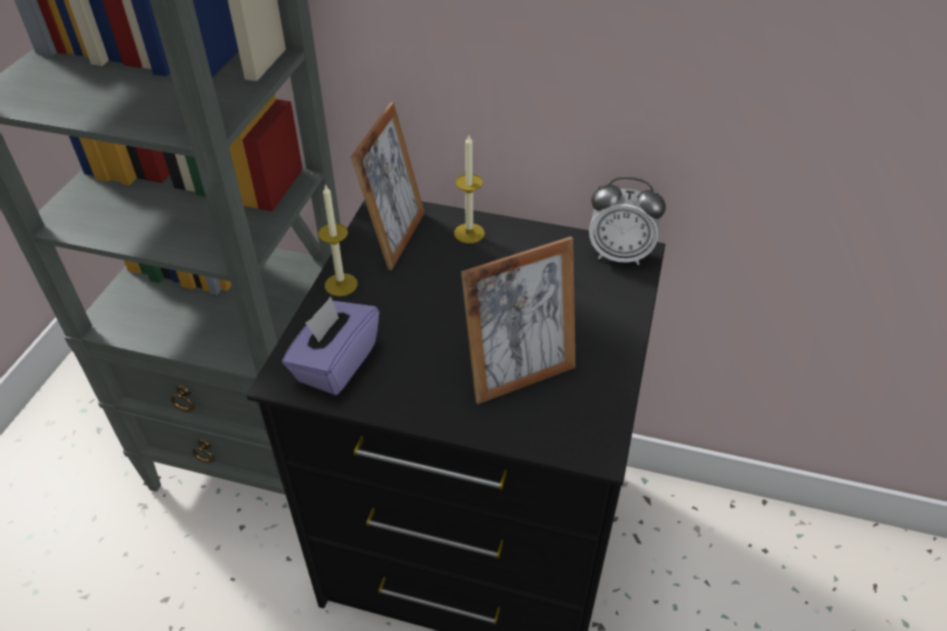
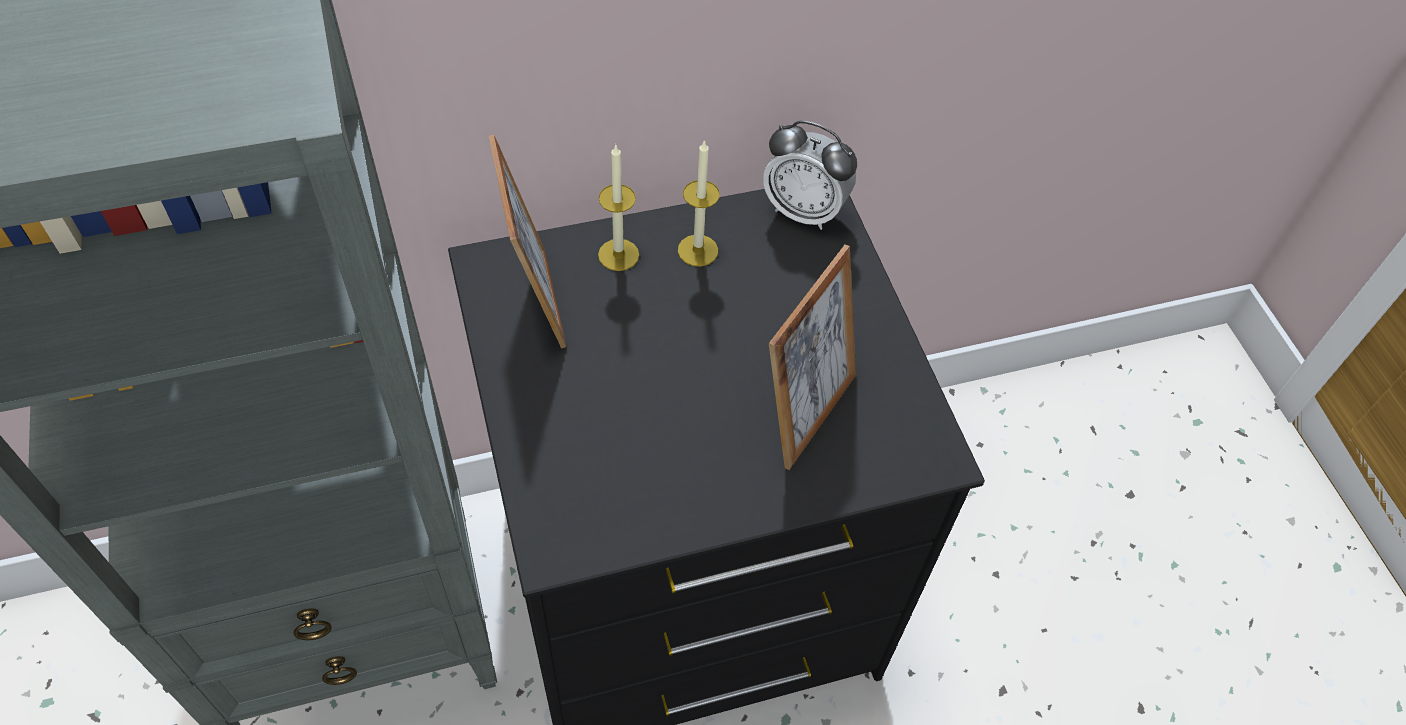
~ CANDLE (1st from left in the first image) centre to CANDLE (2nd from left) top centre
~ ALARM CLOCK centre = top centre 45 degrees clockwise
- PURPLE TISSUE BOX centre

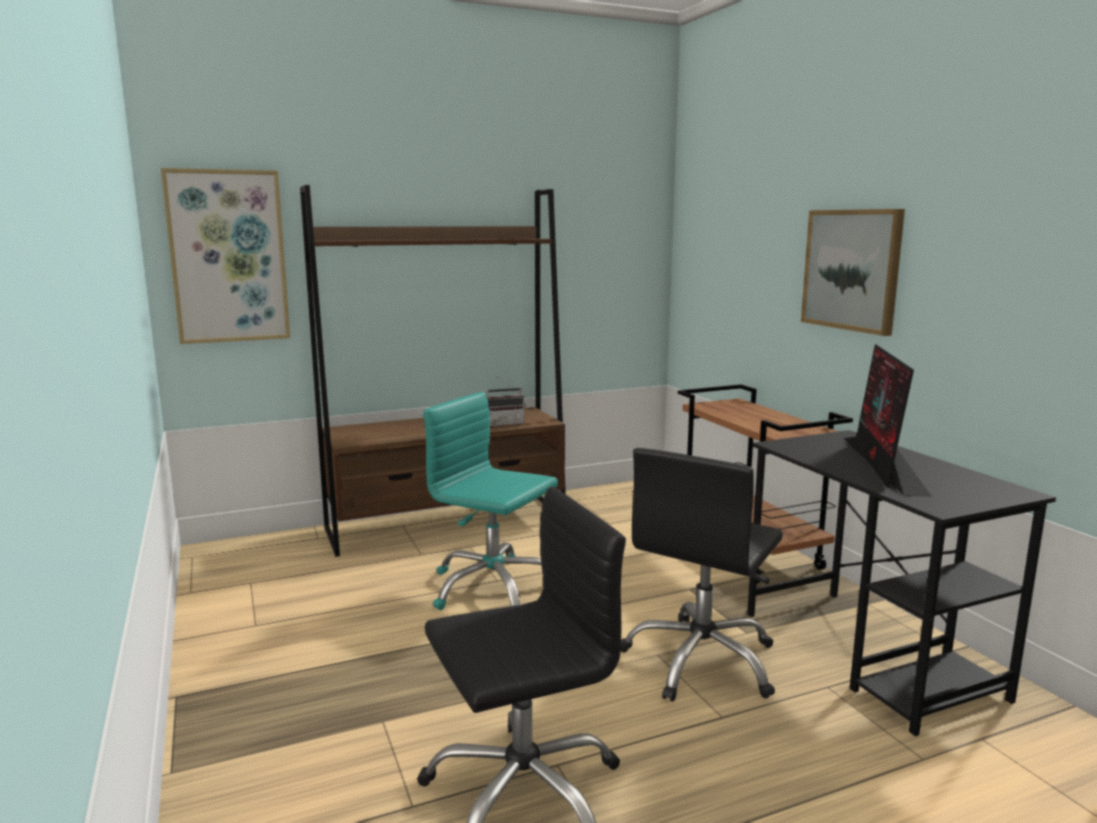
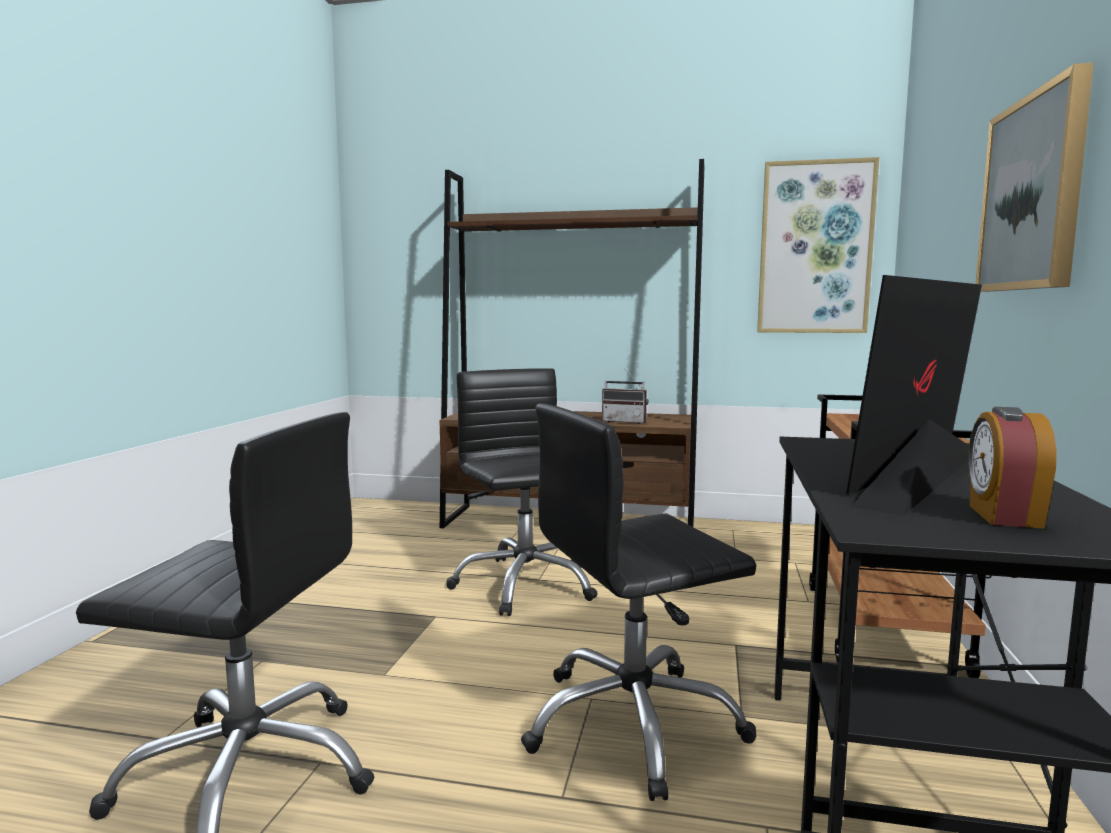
~ TURQUOISE OFFICE CHAIR centre to BLACK OFFICE CHAIR (2nd from left) centre
~ PICTURE (1st from left) top left to top right
+ ALARM CLOCK middle right

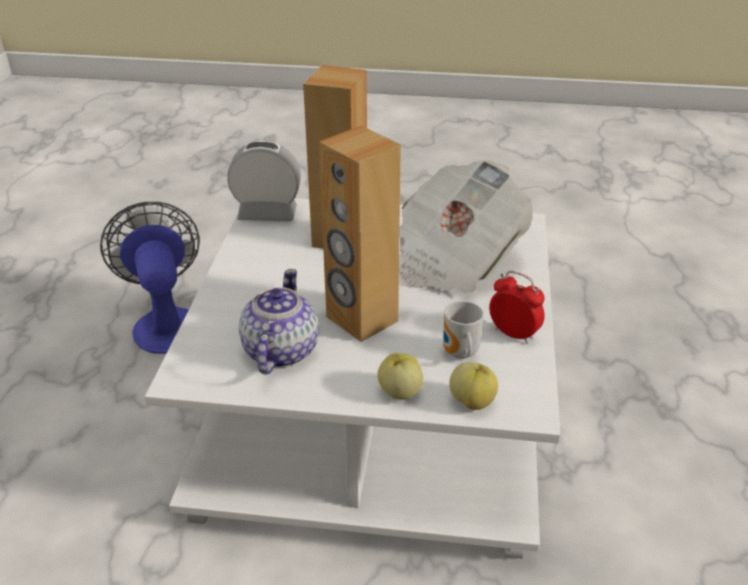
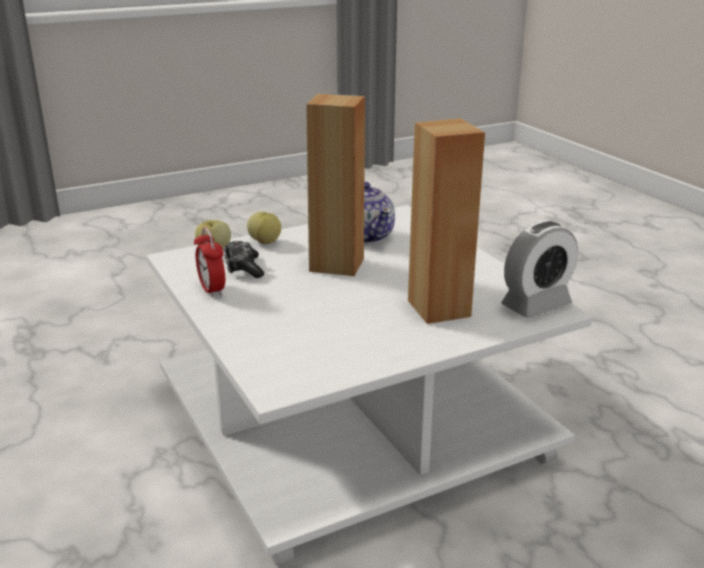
~ ALARM CLOCK (2nd from left in the first image) middle right = middle left 60 degrees clockwise
~ MUG centre to GAME CONTROLLER centre
- FAN middle left
- NEWSPAPER centre

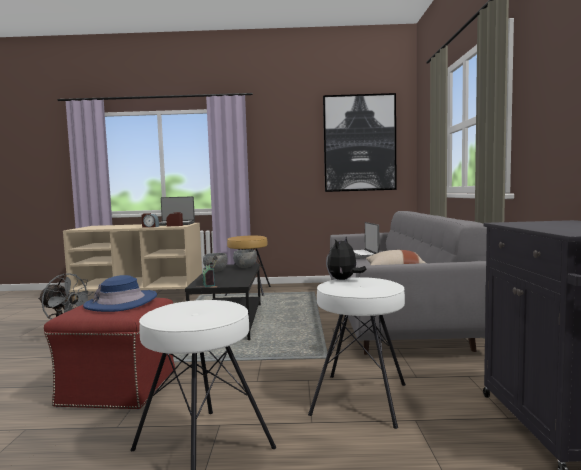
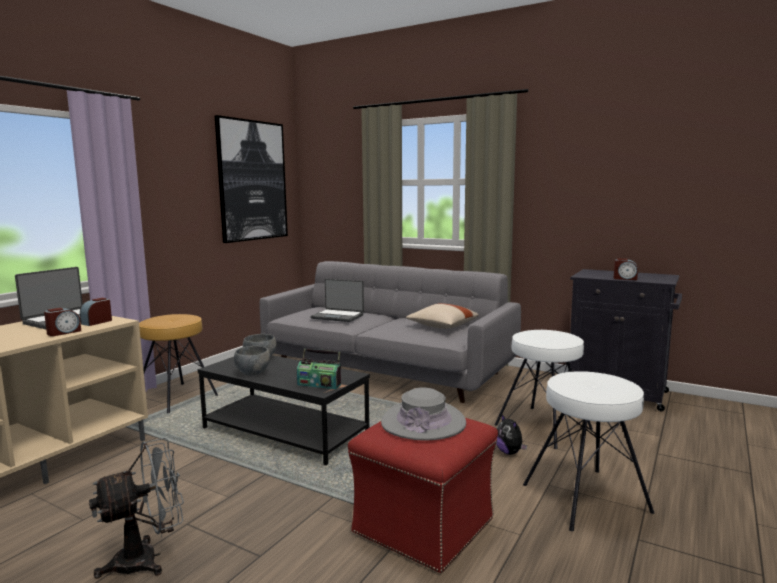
~ BLUE HAT middle left to GREY HAT bottom centre
~ PLUSH TOY centre to bottom centre
+ ALARM CLOCK (3rd from left) middle right

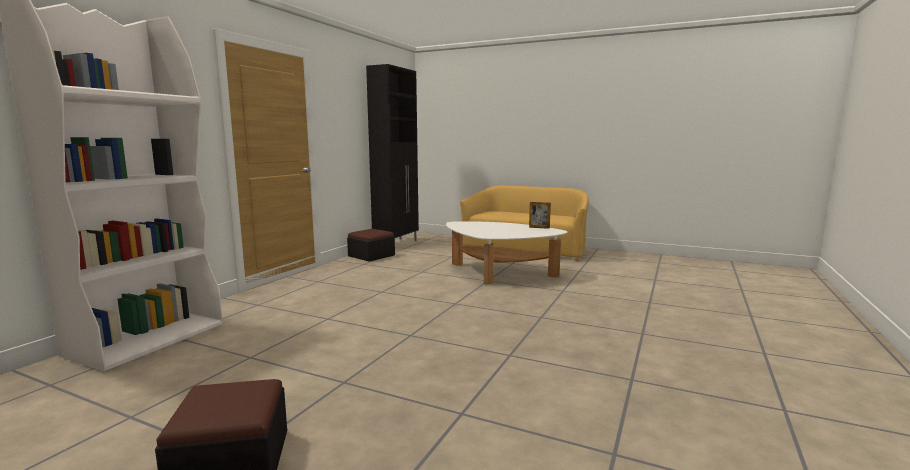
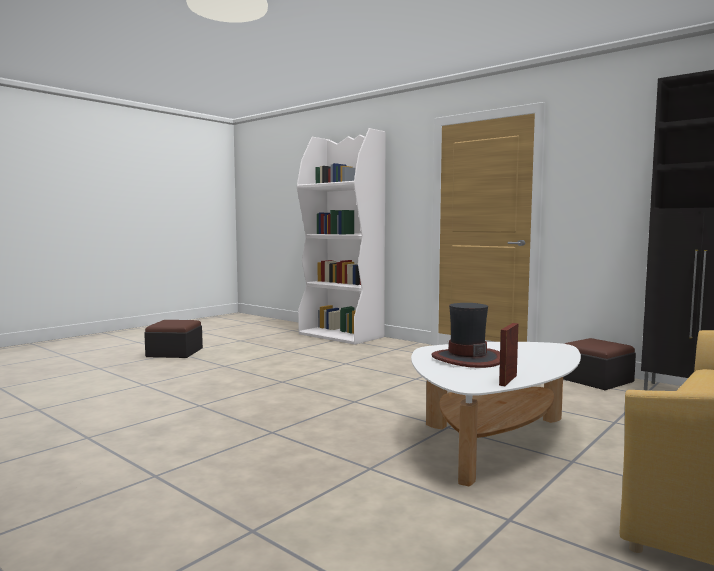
+ HAT centre

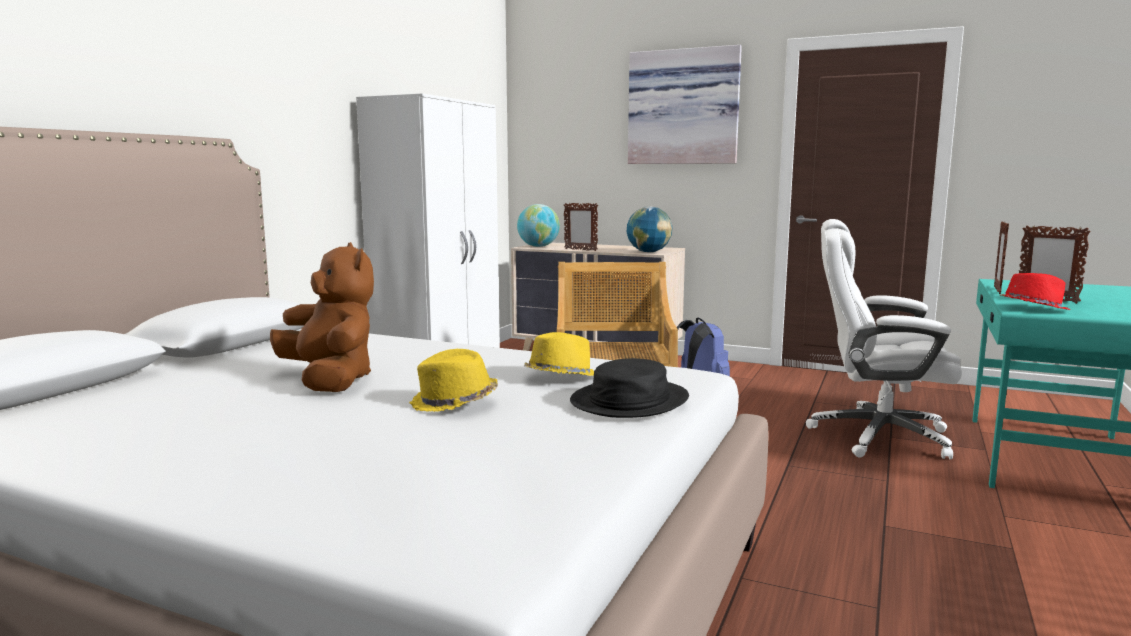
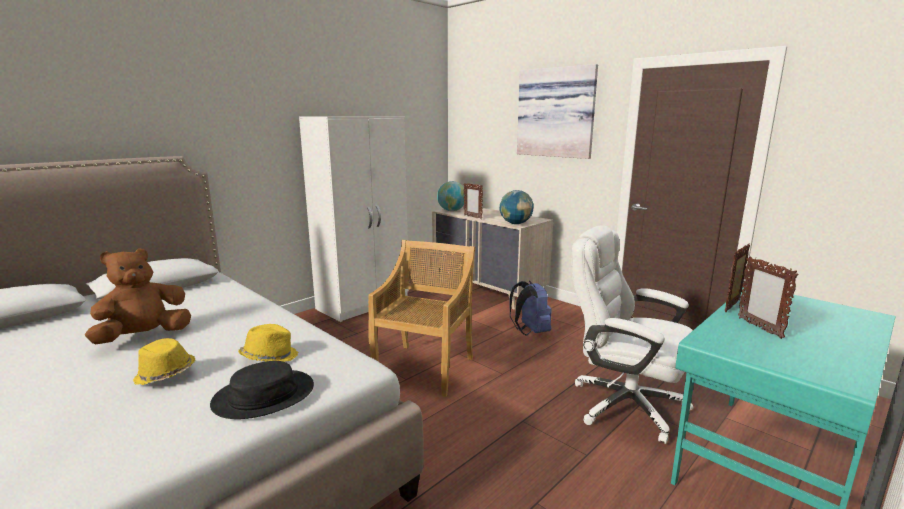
~ BROWN PLUSH TOY middle left = middle left 120 degrees counterclockwise
- RED HAT middle right

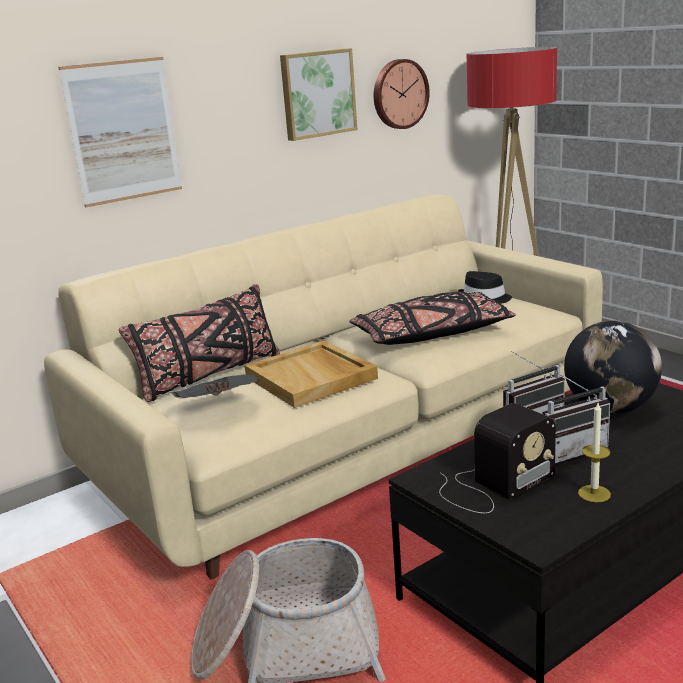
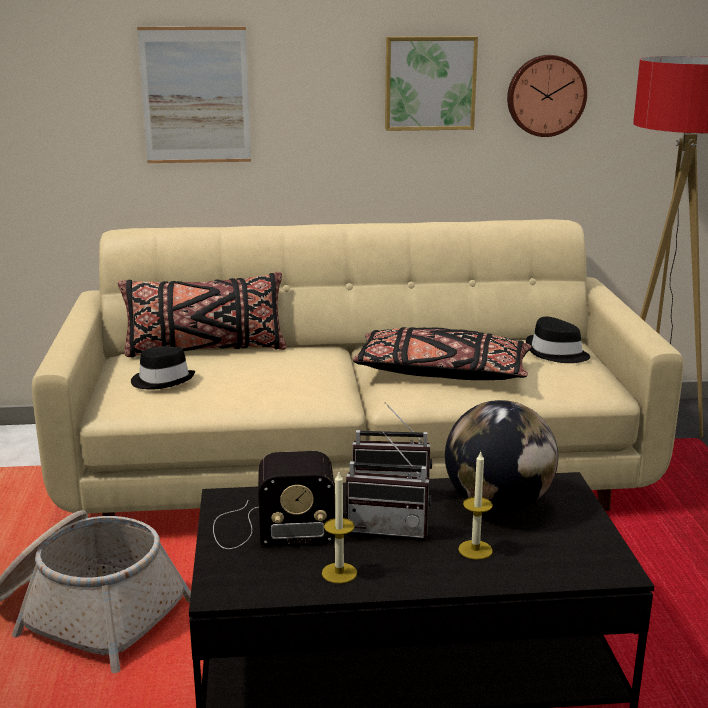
~ NEWSPAPER middle left to BLACK HAT (1st from left) middle left
+ CANDLE (2nd from left) bottom right
- BEIGE TRAY centre

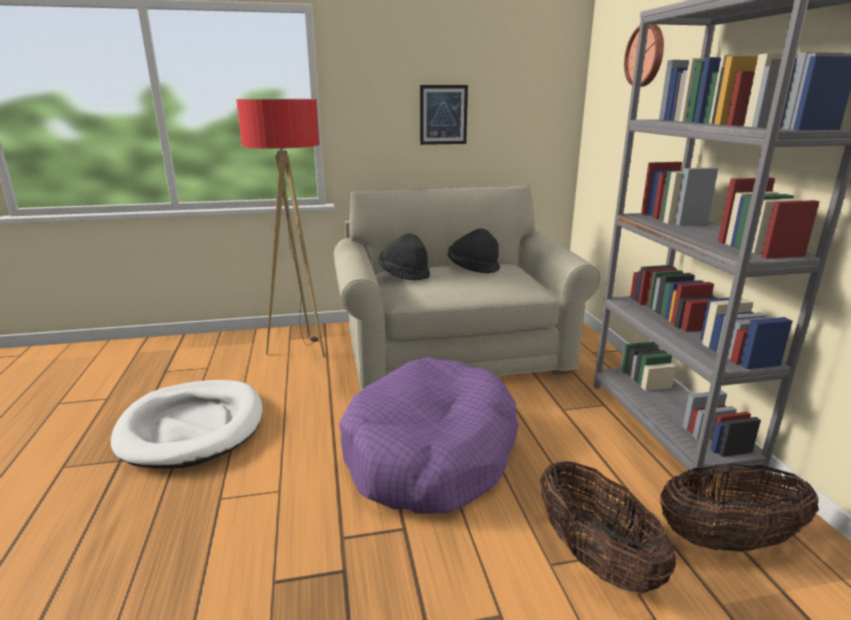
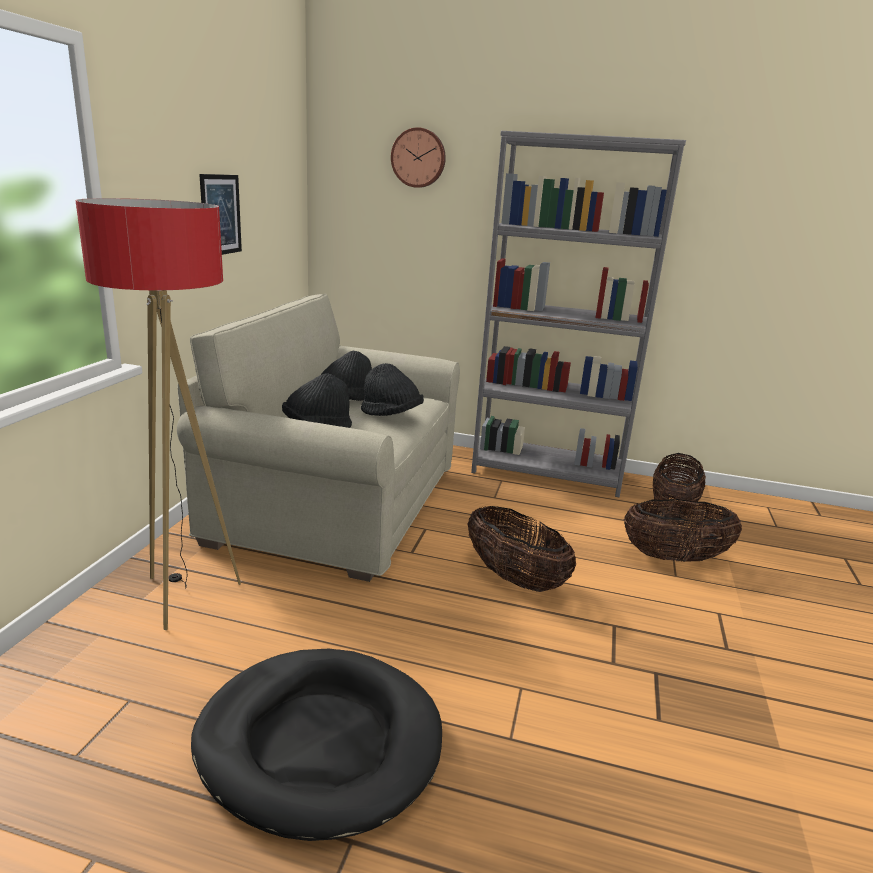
~ WHITE DOG BED bottom left to BLACK DOG BED bottom centre
+ BLACK HAT (3rd from left) centre
~ PURPLE DOG BED bottom centre to BASKET (1st from left) centre

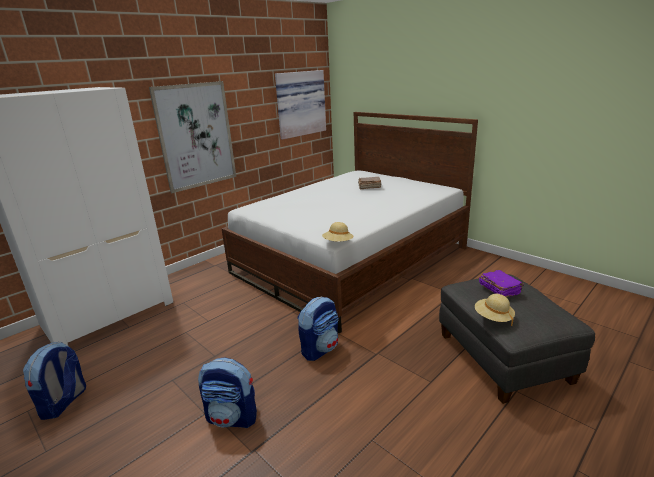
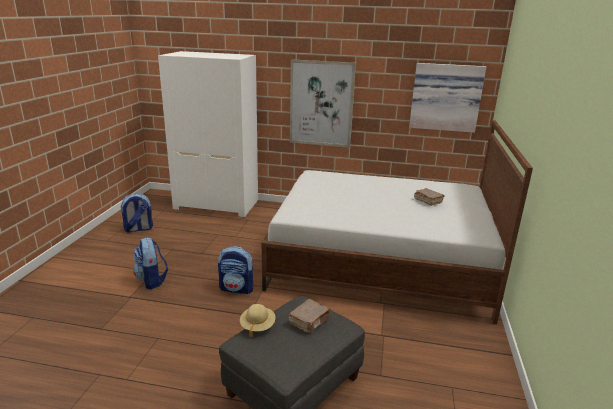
~ PURPLE BOOK middle right to BROWN BOOK (1st from left) bottom centre
- BEIGE HAT (1st from left) centre

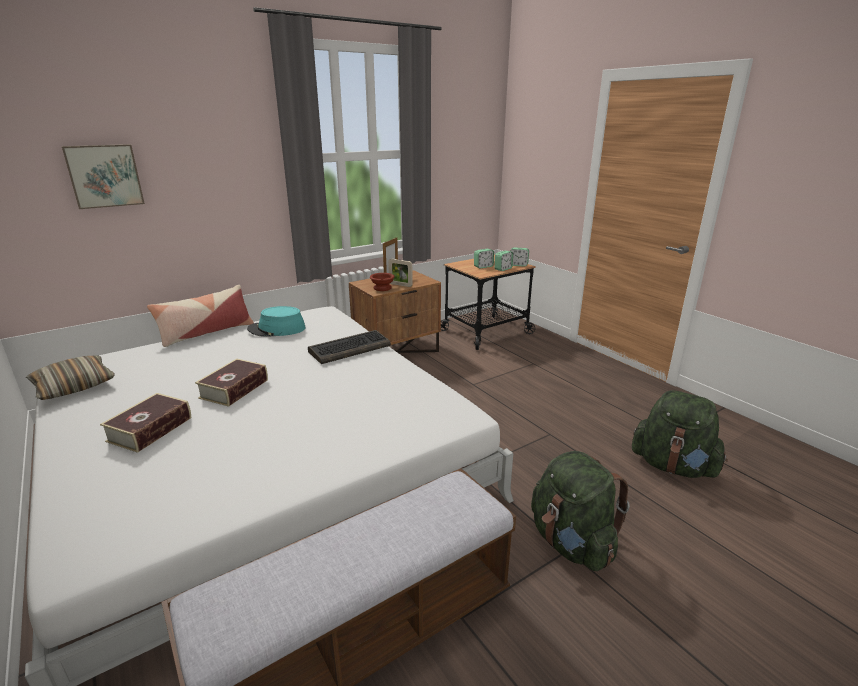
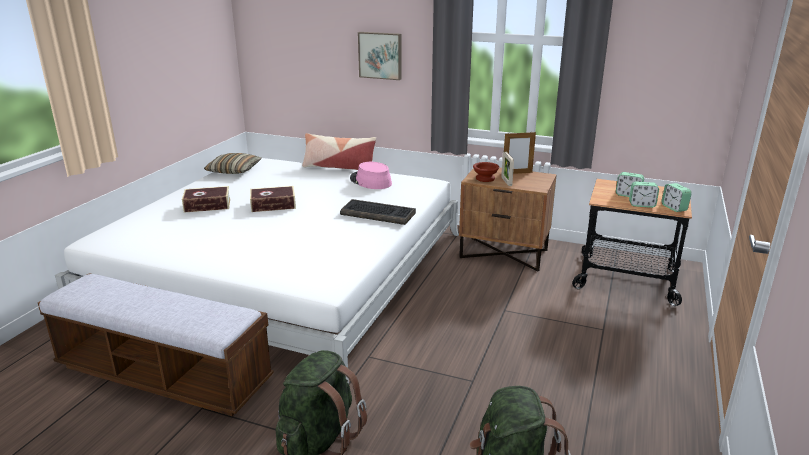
~ TURQUOISE HAT middle left to PINK HAT centre
~ PICTURE top left to top centre

